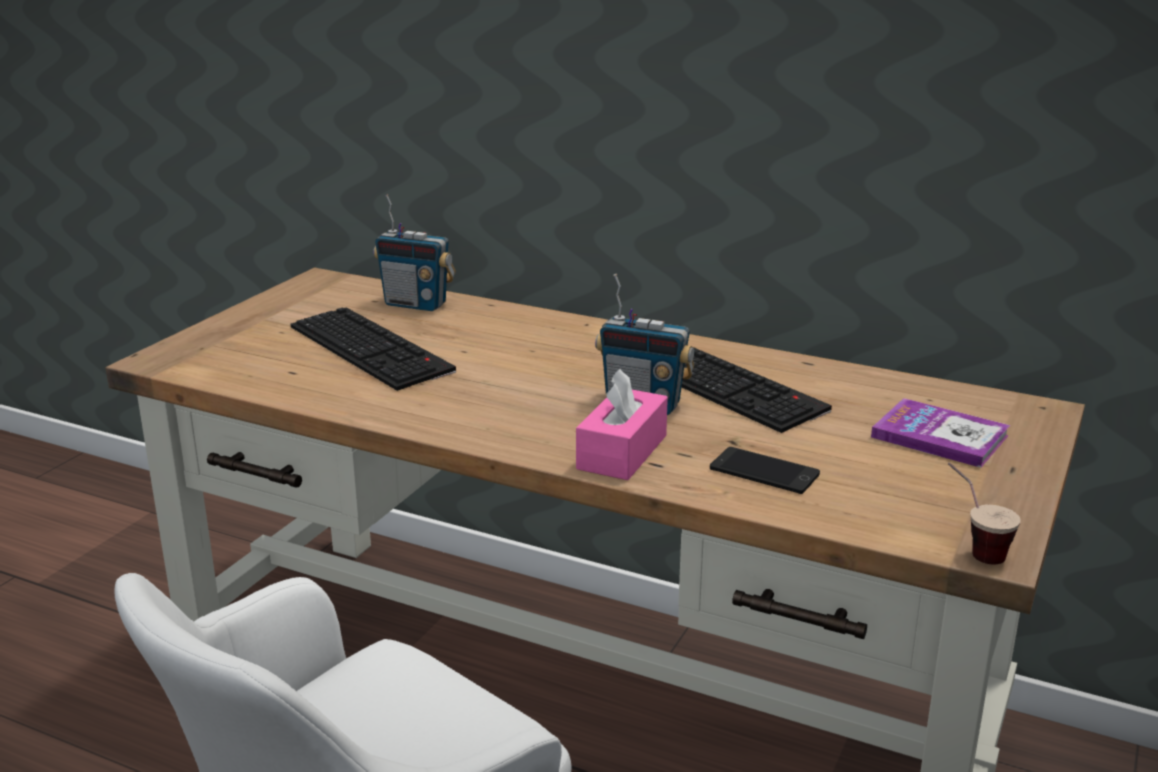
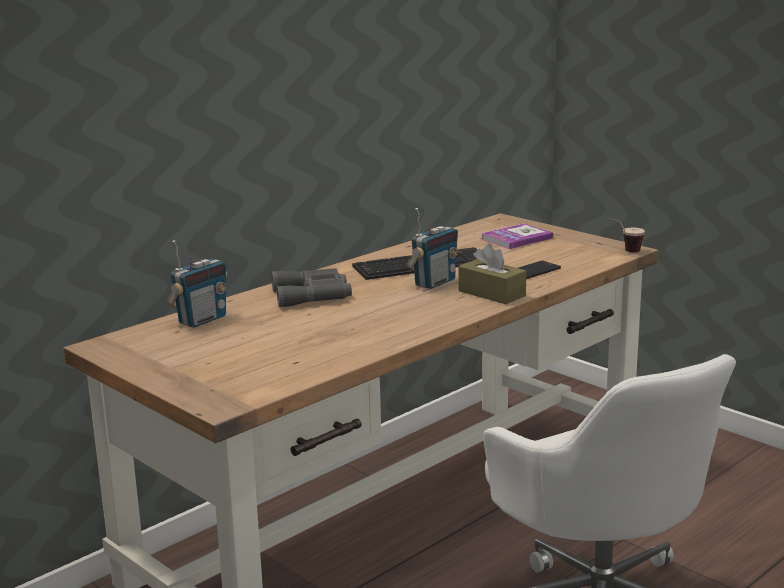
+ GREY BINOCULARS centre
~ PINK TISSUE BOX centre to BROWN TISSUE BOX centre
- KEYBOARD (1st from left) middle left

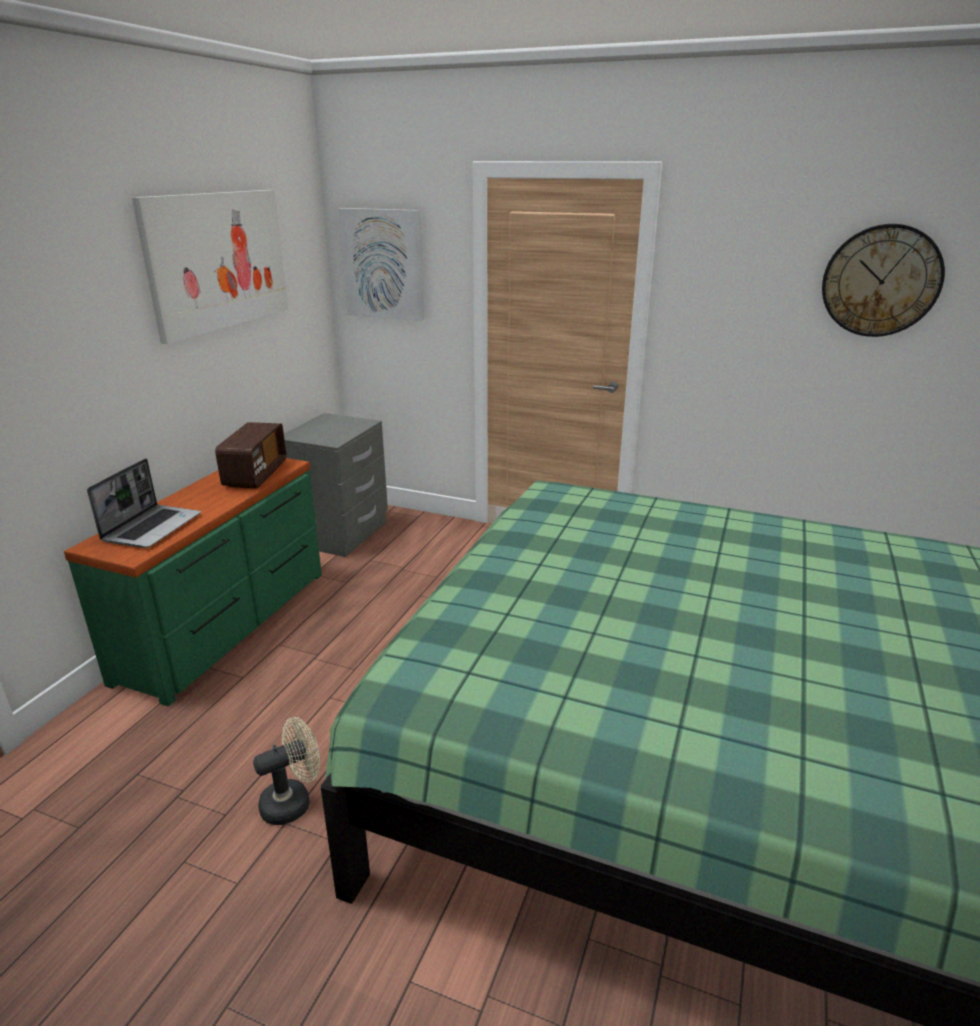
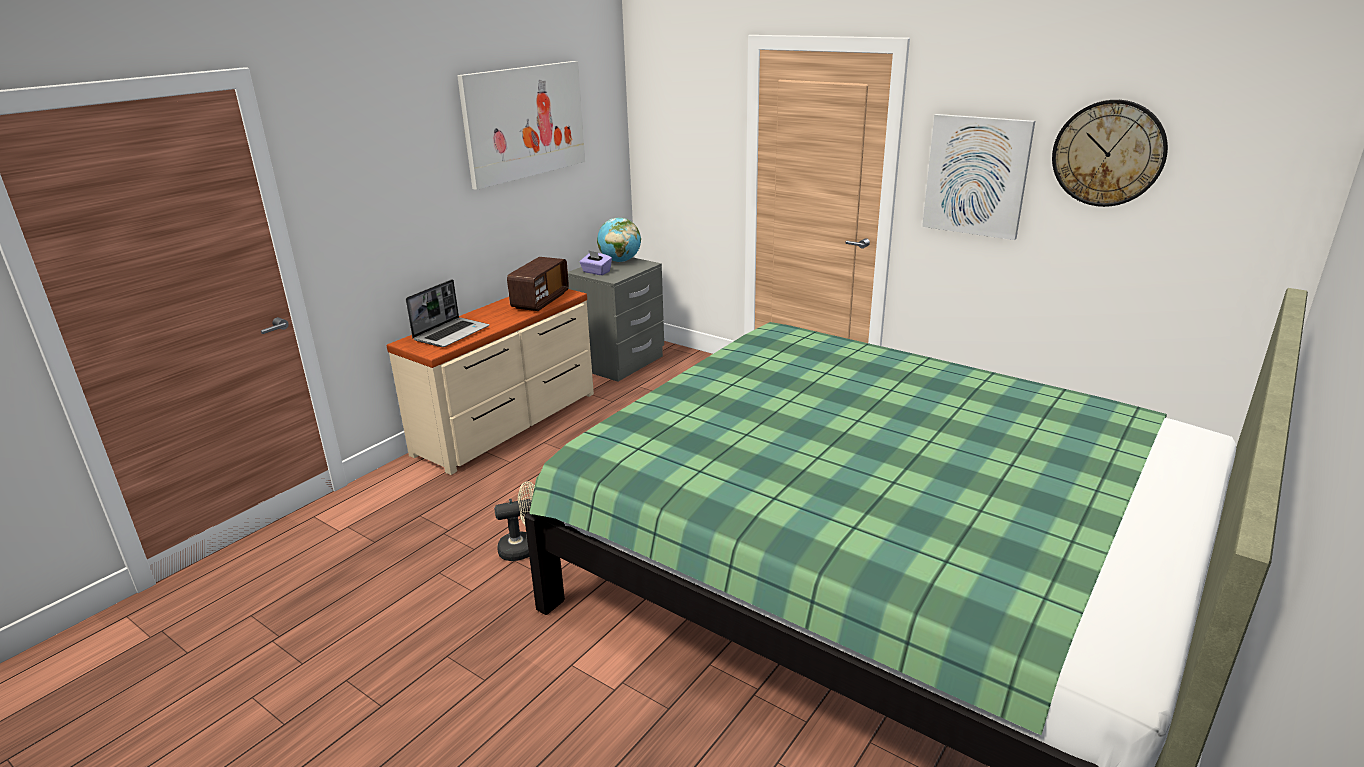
~ GREEN DRESSER middle left to BEIGE DRESSER centre
+ PURPLE TISSUE BOX centre
+ GLOBE top centre
~ PICTURE (2nd from left) top centre to top right

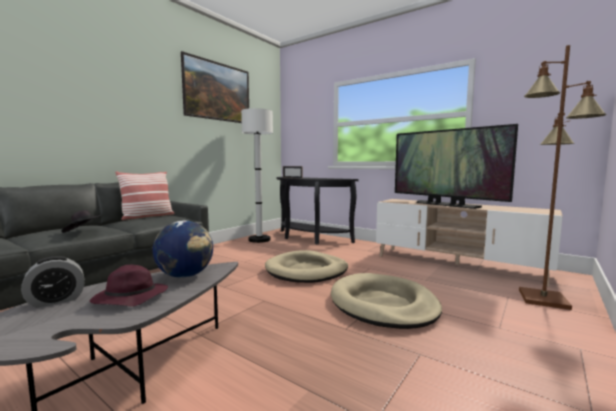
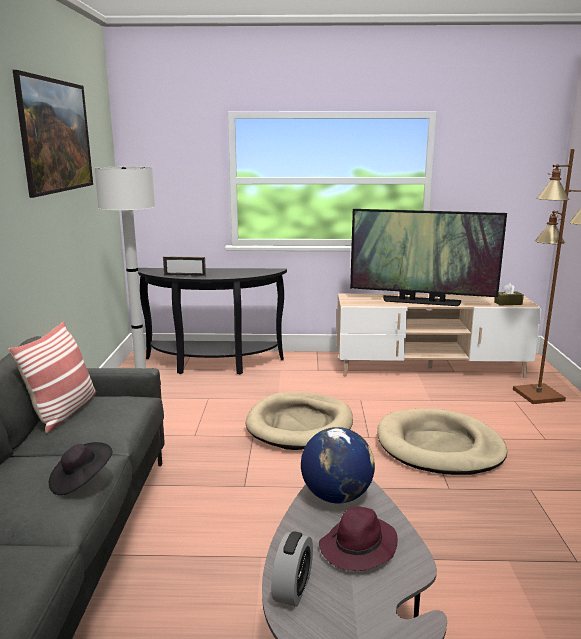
+ BROWN TISSUE BOX middle right

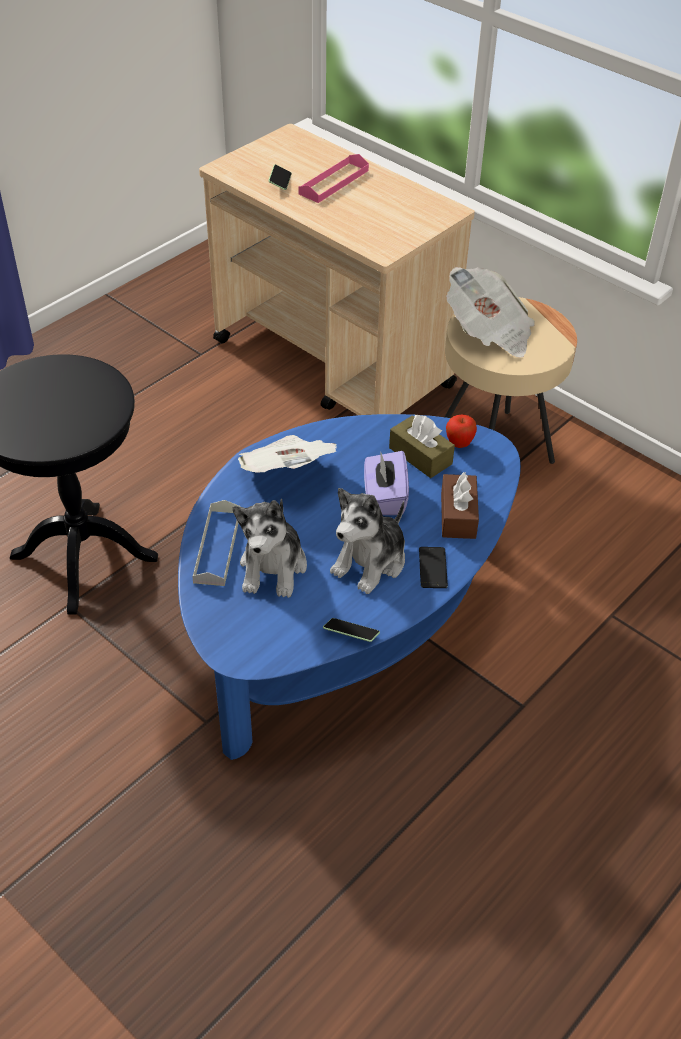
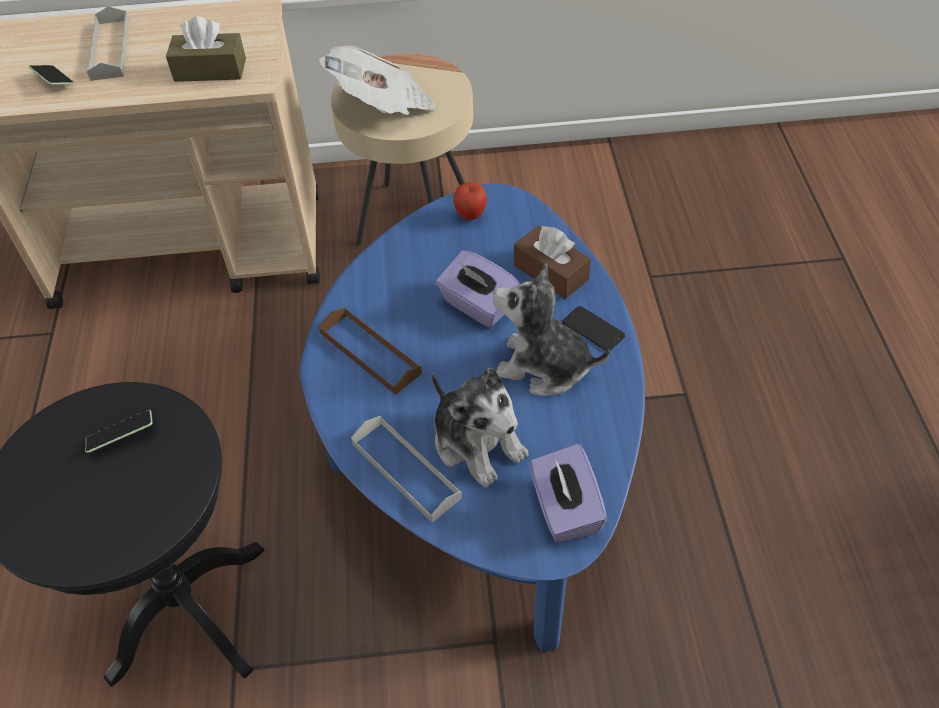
~ PHONE (2nd from left) centre to middle left
~ PINK TRAY top centre to GREY TRAY (1st from left) top left
~ BROWN TISSUE BOX (1st from left) centre to top left
~ NEWSPAPER (1st from left) centre to BROWN TRAY centre
~ PLUSH TOY (2nd from left) centre = centre 120 degrees clockwise
+ PURPLE TISSUE BOX (2nd from left) bottom centre

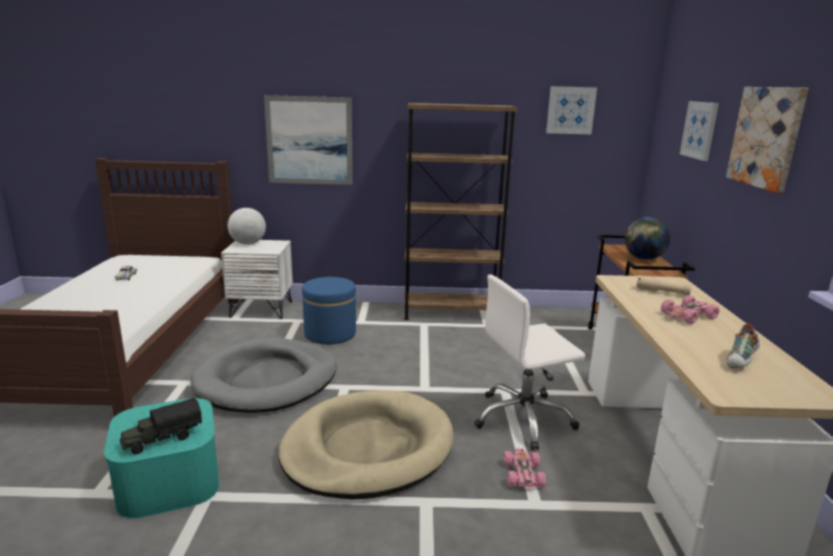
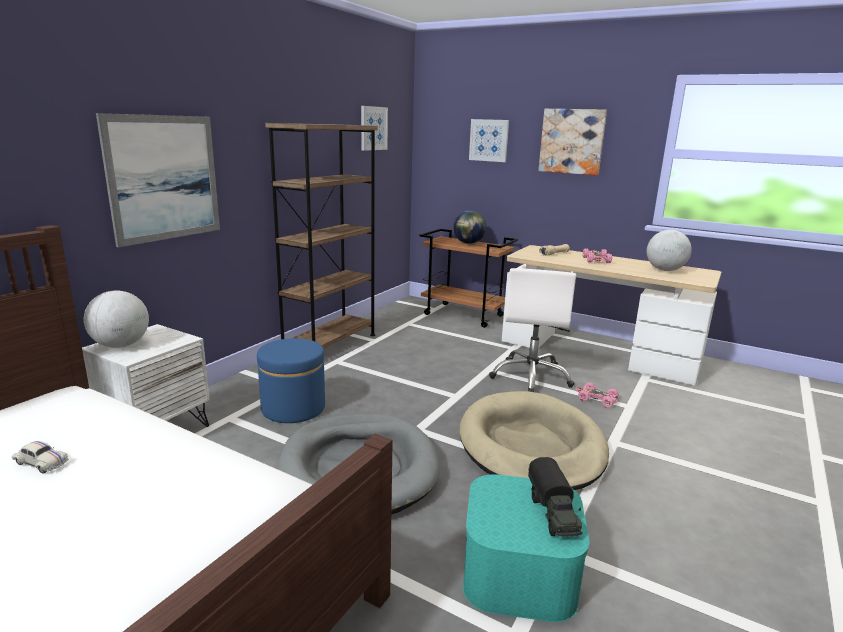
~ SHOE middle right to GLOBE (3rd from left) middle right

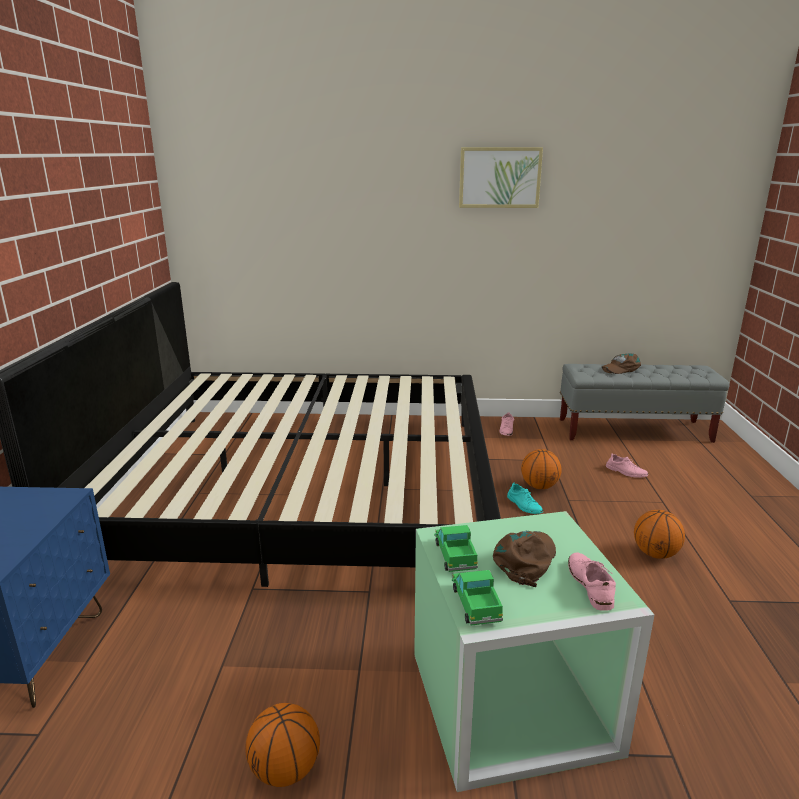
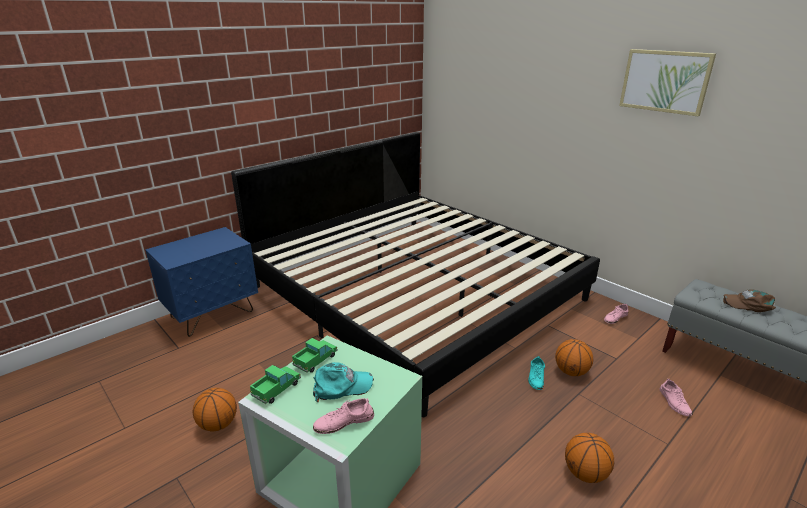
~ BROWN CAP (1st from left) bottom centre to TURQUOISE CAP bottom centre
~ PINK SHOE (2nd from left in the first image) bottom right = bottom centre 150 degrees counterclockwise

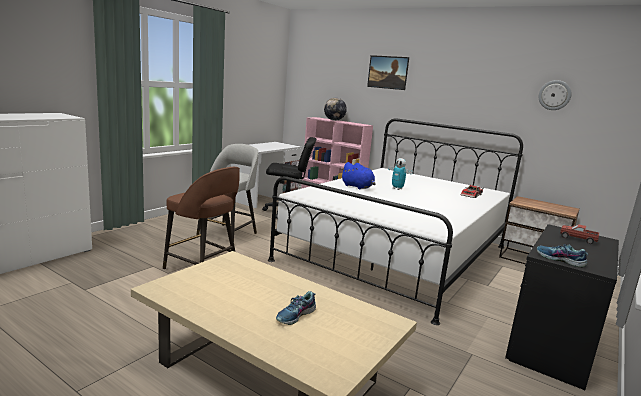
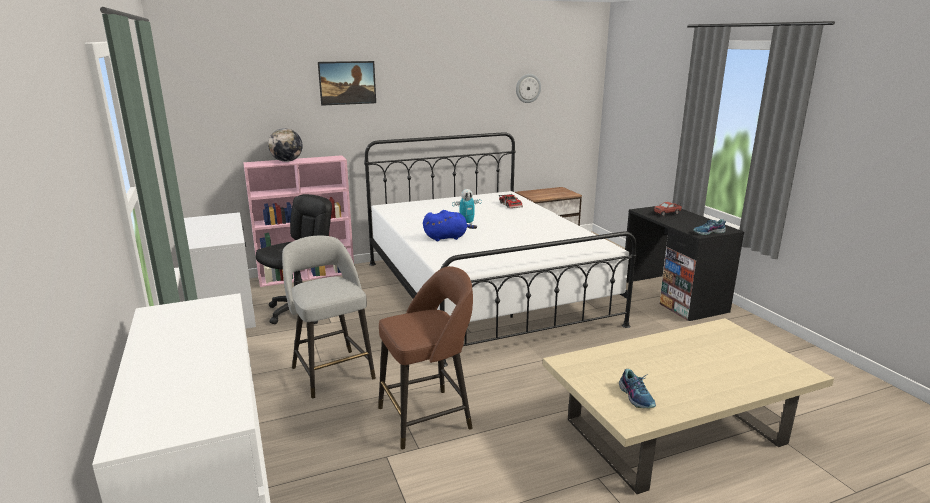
~ SHOE (1st from left) bottom centre to bottom right

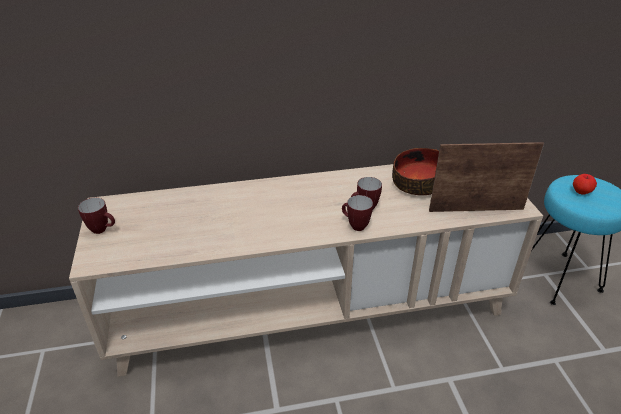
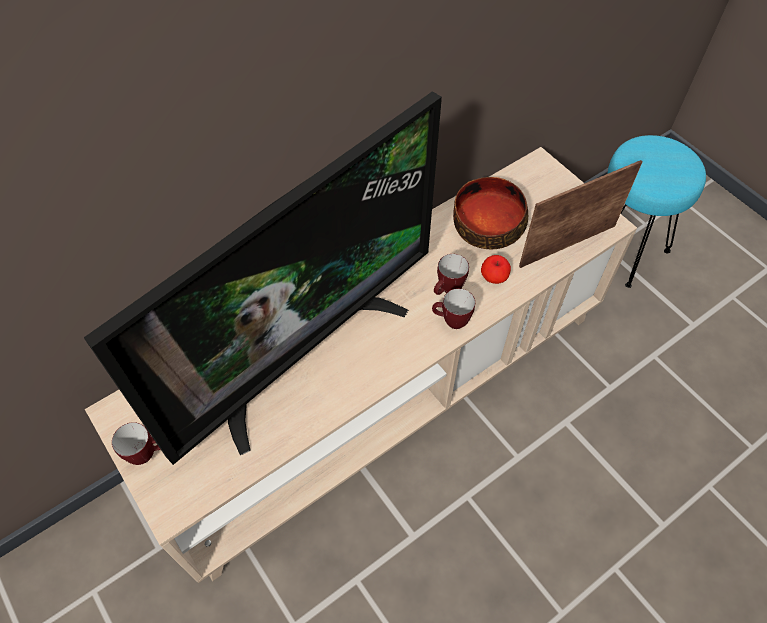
+ TELEVISION centre
~ APPLE middle right to centre

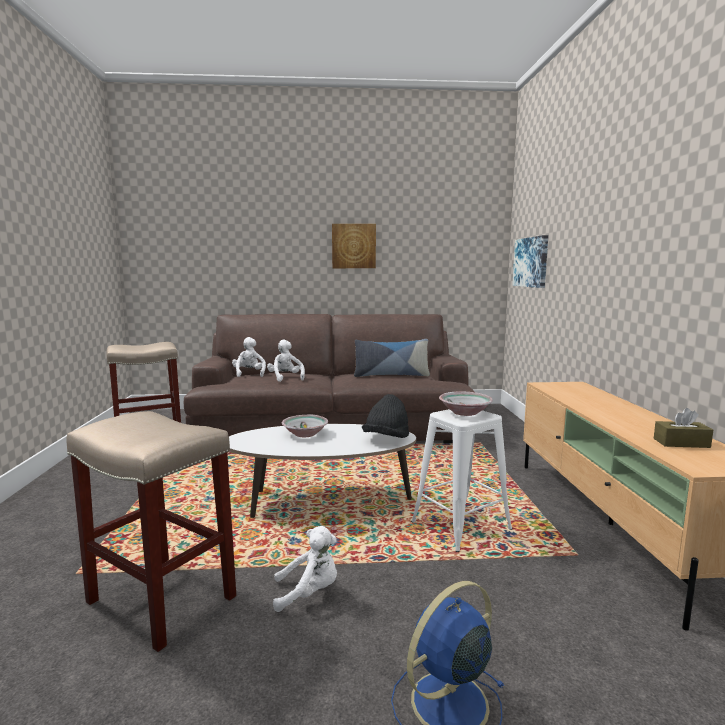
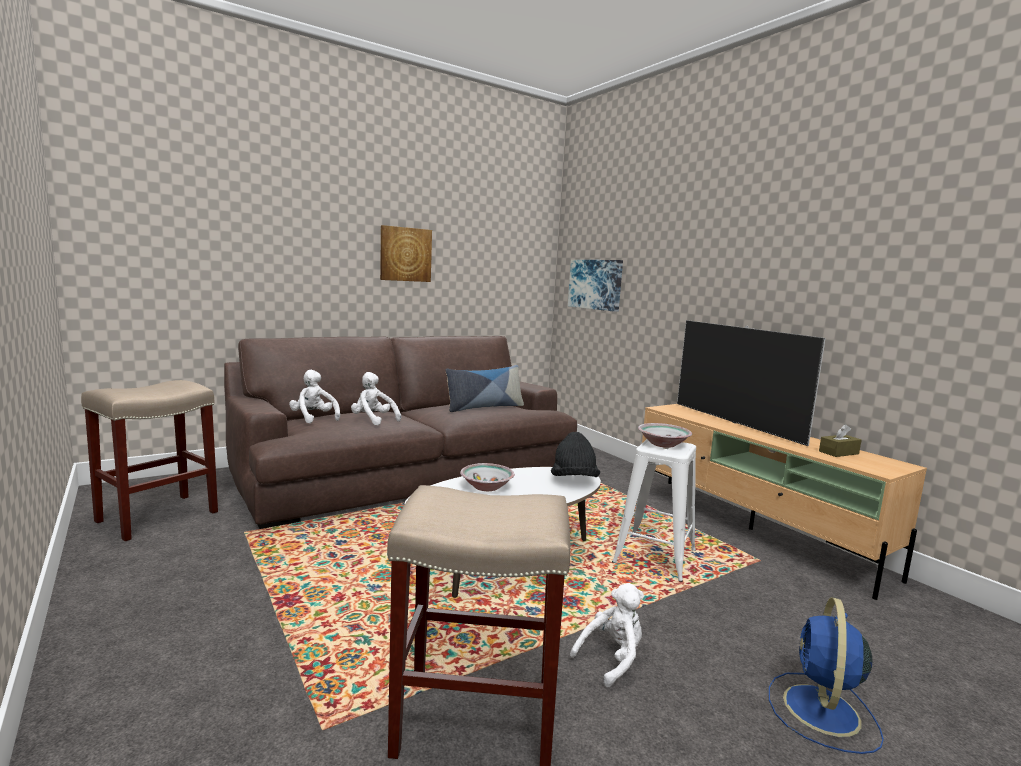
+ TELEVISION middle right

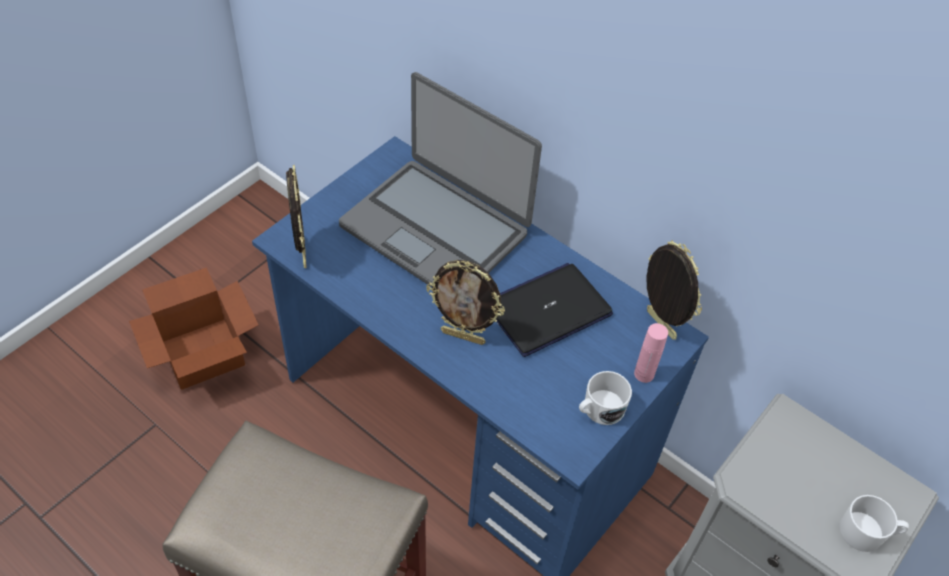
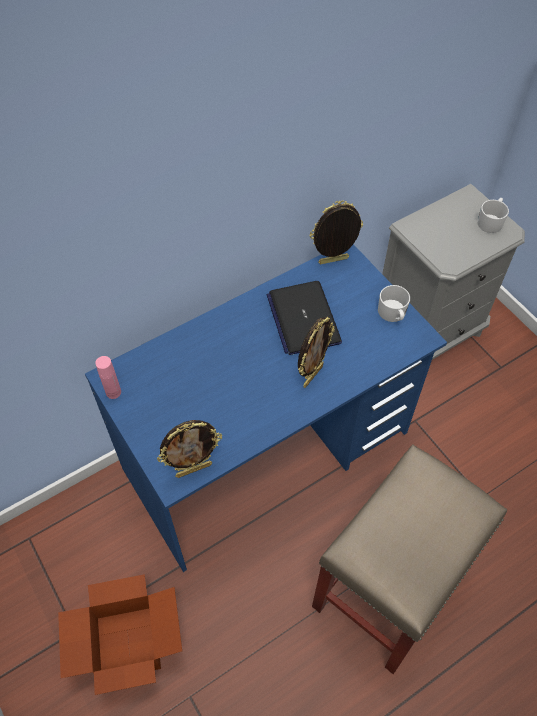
~ PINK BOTTLE middle right to middle left
~ PICTURE FRAME (1st from left) middle left = centre 150 degrees clockwise
- LAPTOP (1st from left) top centre

